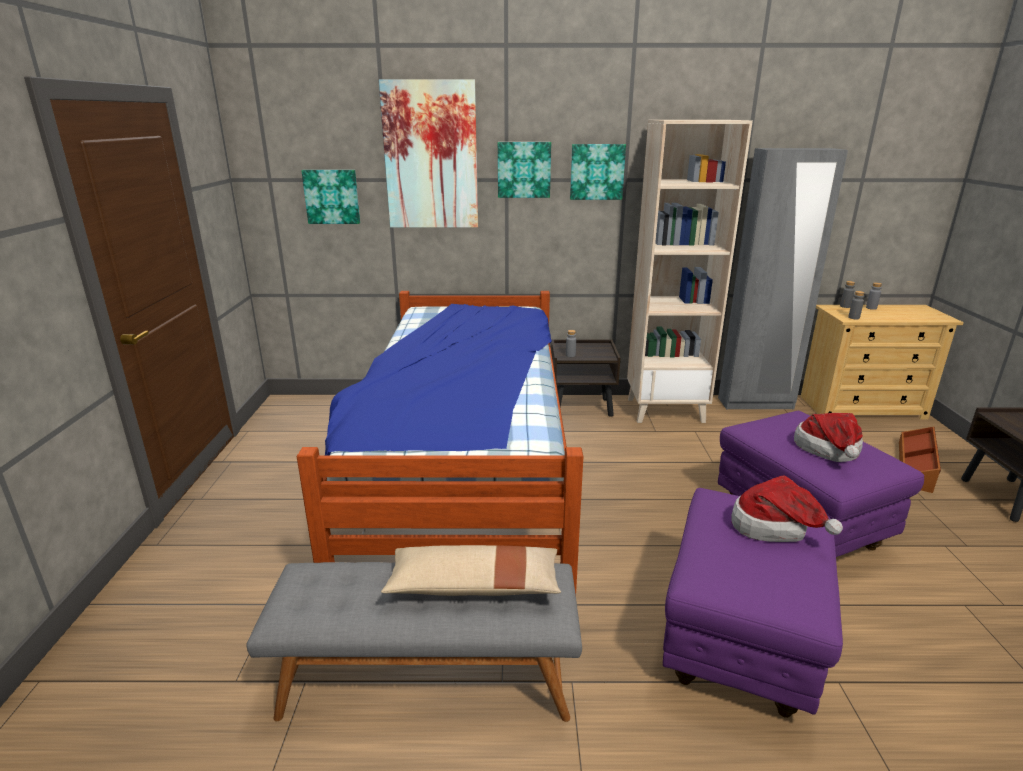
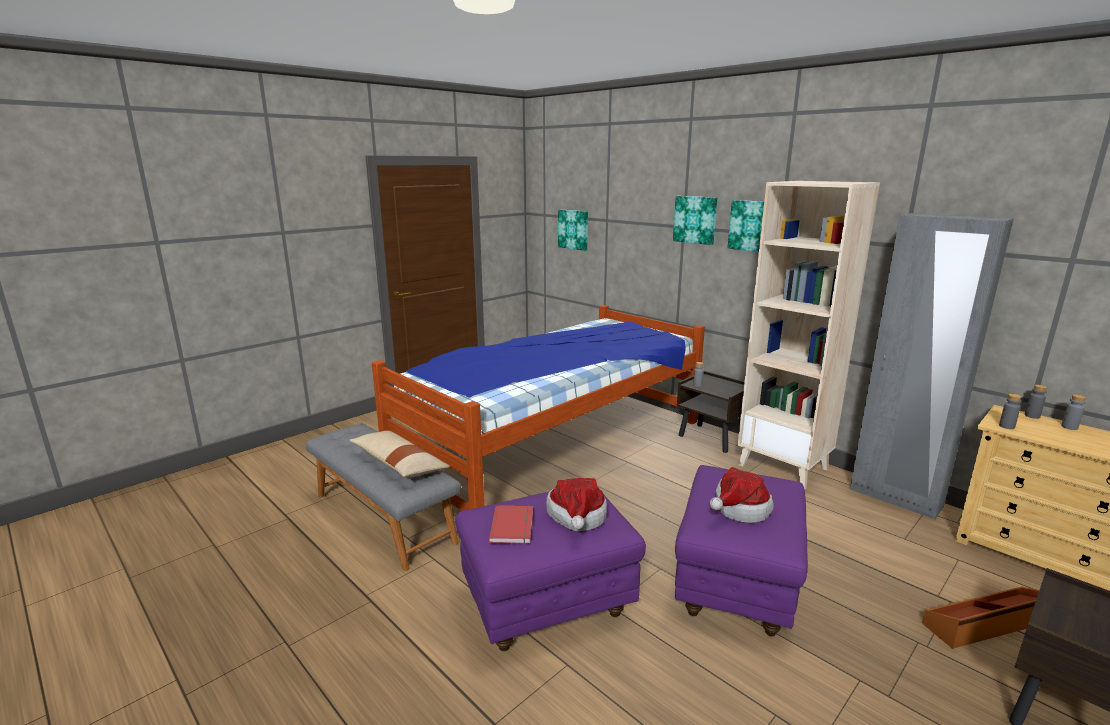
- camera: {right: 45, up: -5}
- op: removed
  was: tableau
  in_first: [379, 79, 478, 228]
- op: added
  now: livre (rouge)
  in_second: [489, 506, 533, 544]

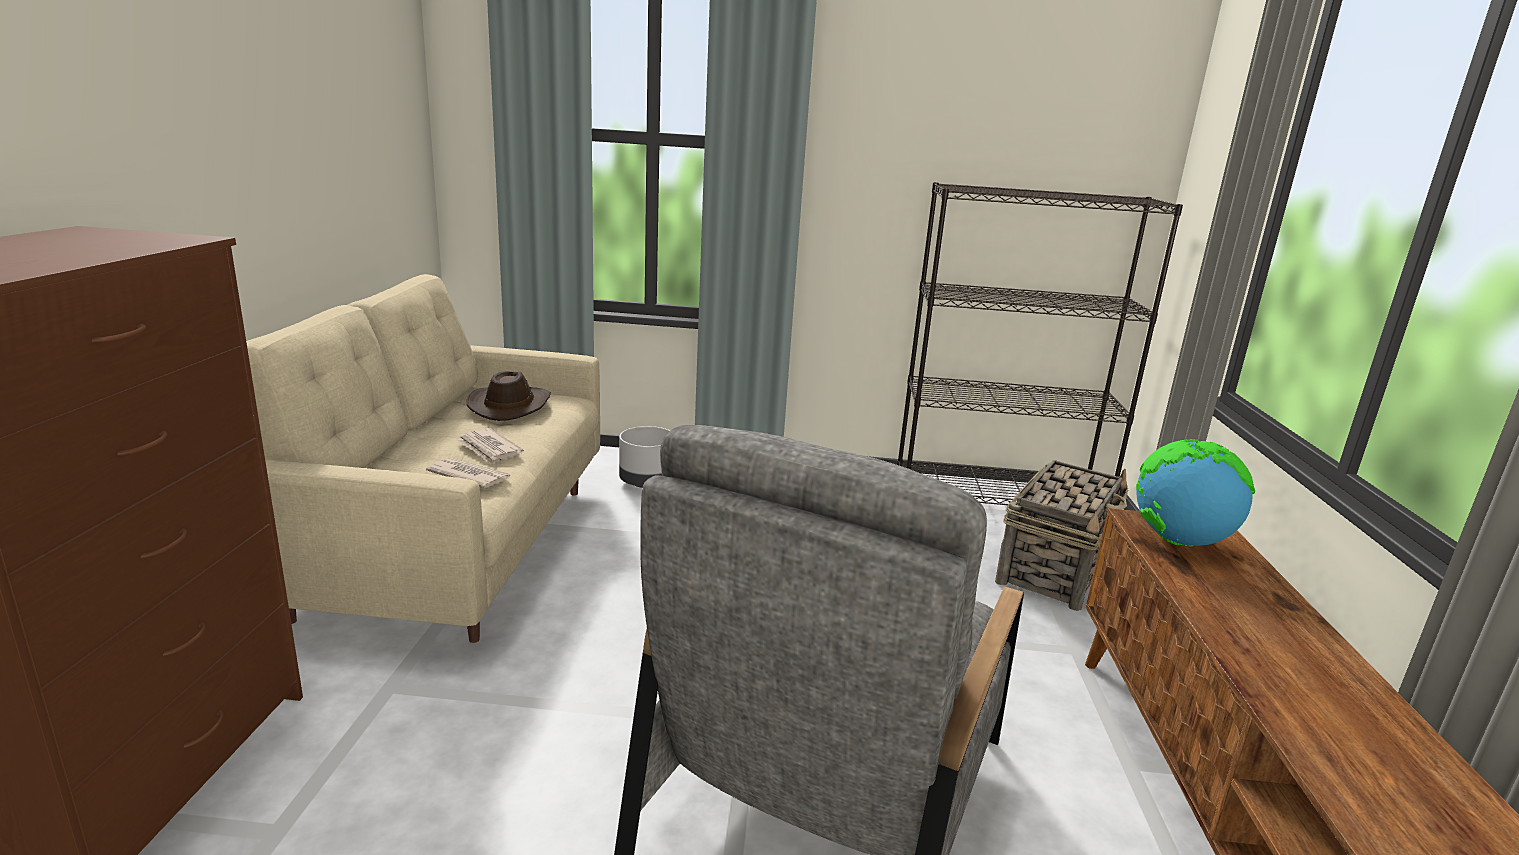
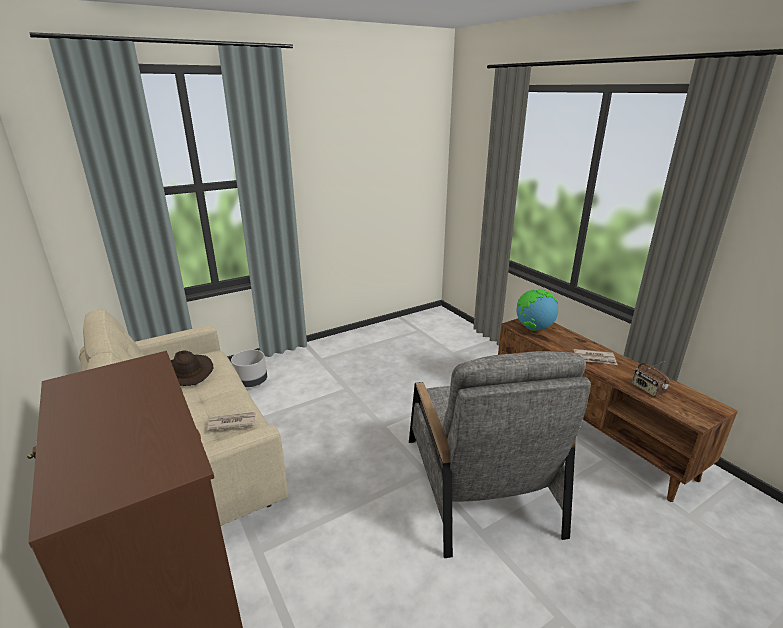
- camera: {right: -35, up: 5}
- op: removed
  was: bibliothèque (noir)
  in_first: [897, 182, 1183, 505]
- op: removed
  was: panier
  in_first: [995, 460, 1128, 611]
- op: added
  now: radio
  in_second: [632, 361, 669, 396]
- op: moved
  was: journal
  in_first: [457, 428, 524, 465]
  in_second: [574, 349, 617, 365]

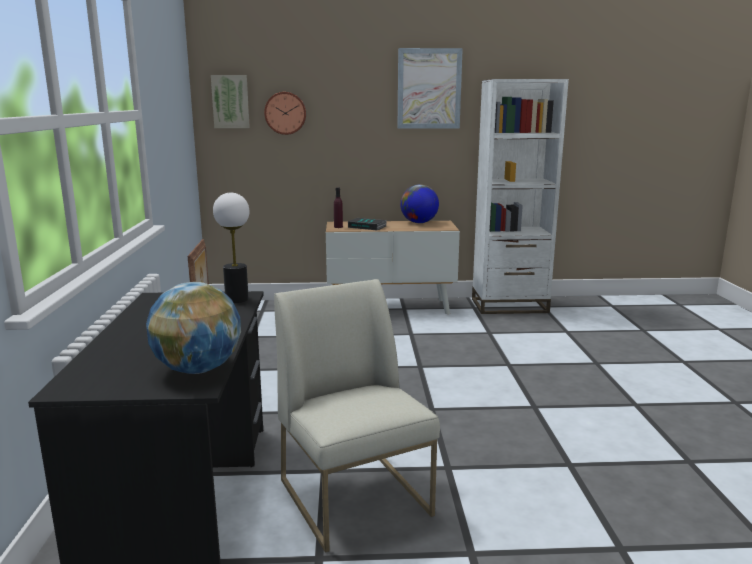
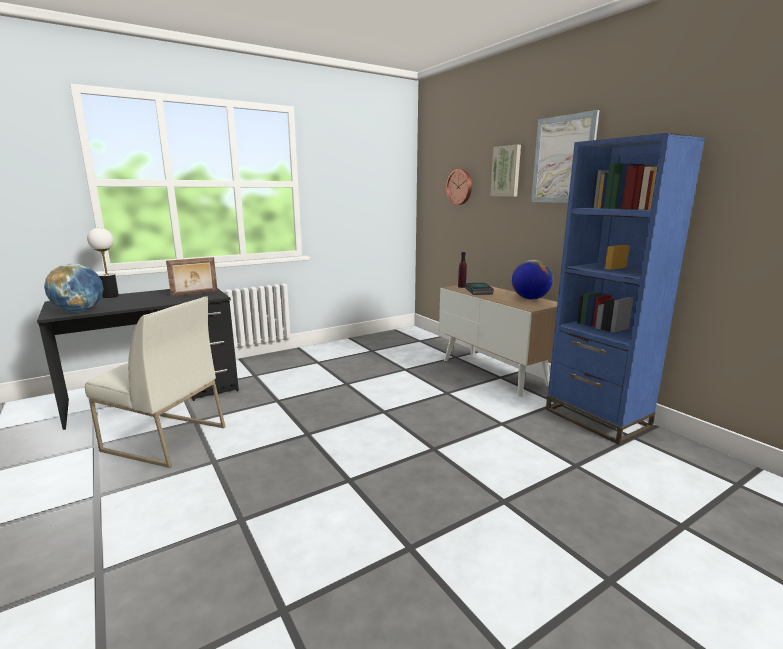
- camera: {right: 60, up: 0}
- op: moved
  was: tableau
  in_first: [211, 75, 250, 128]
  in_second: [490, 145, 521, 196]
- op: moved
  was: lampe de table
  in_first: [213, 192, 249, 303]
  in_second: [87, 228, 119, 298]
- op: recoloured
  was: bibliothèque (blanc)
  now: bibliothèque (bleu)
  in_first: [472, 79, 569, 314]
  in_second: [546, 133, 705, 445]
- op: turned
  was: chaise (blanc)
  in_first: [274, 279, 440, 552]
  in_second: [85, 297, 225, 468]
  clockwise: 75

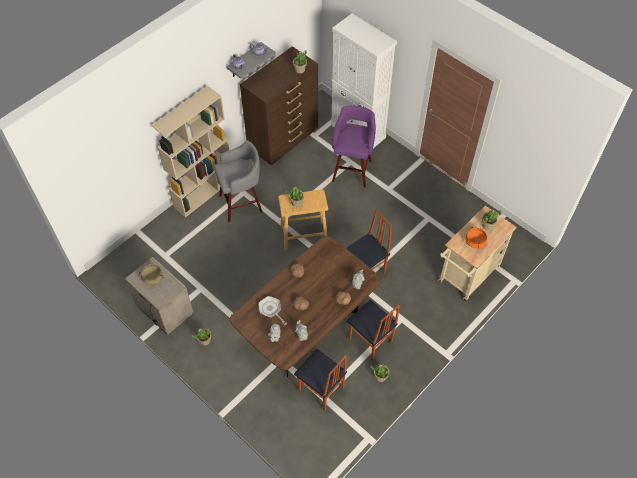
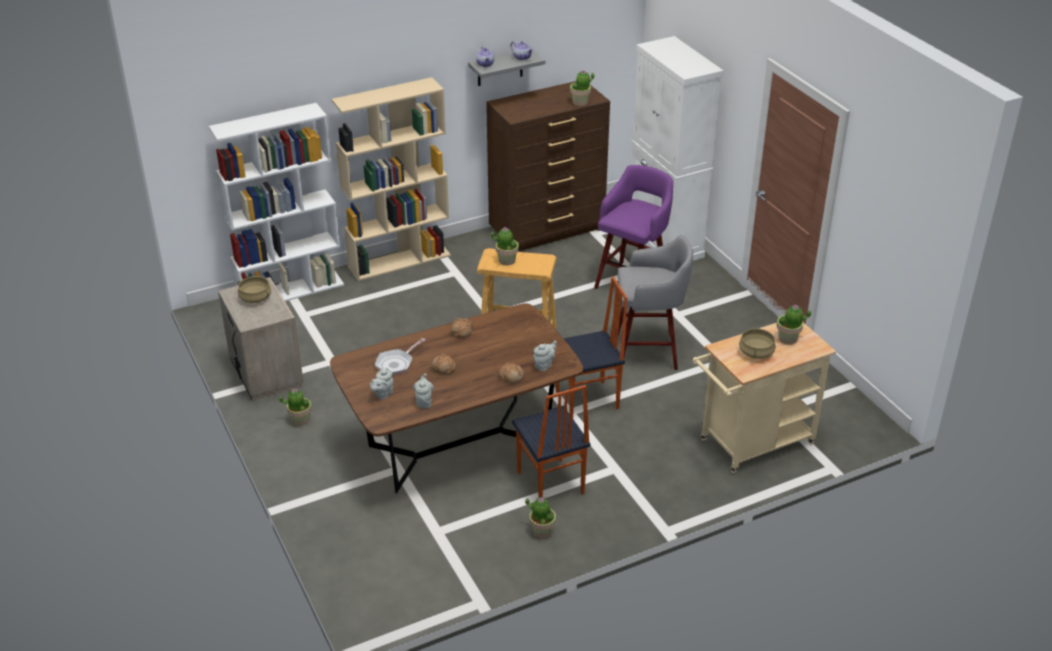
- camera: {right: 20, up: -20}
- op: removed
  was: chaise
  in_first: [294, 349, 347, 411]
- op: added
  now: bibliothèque (blanc)
  in_second: [209, 103, 344, 301]
- op: moved
  was: tabouret (gris)
  in_first: [214, 140, 262, 222]
  in_second: [616, 235, 693, 370]
- op: recoloured
  was: marmite (orange)
  now: marmite (beige)
  in_first: [465, 227, 487, 249]
  in_second: [739, 328, 776, 359]
- op: turned
  was: poêle
  in_first: [259, 296, 287, 325]
  in_second: [375, 338, 426, 375]
  clockwise: -120

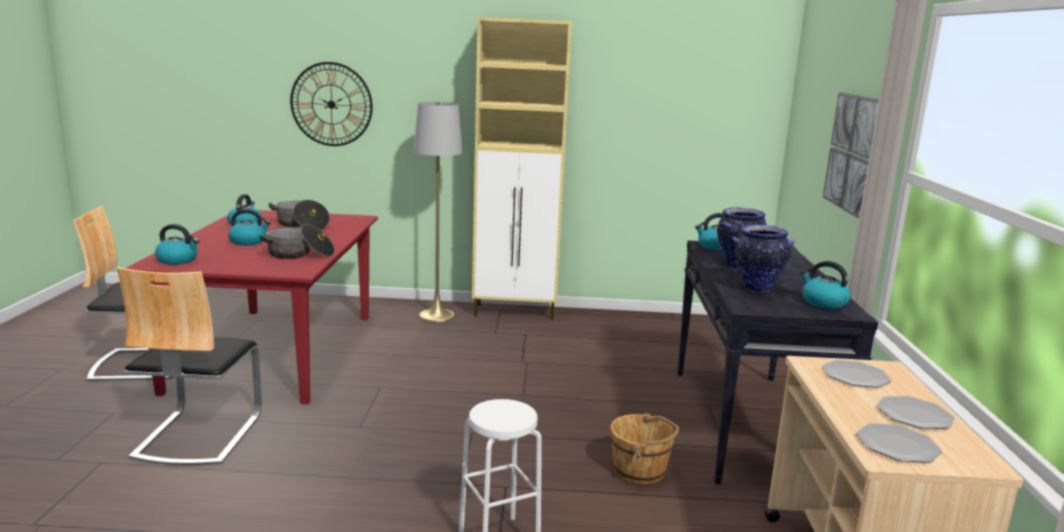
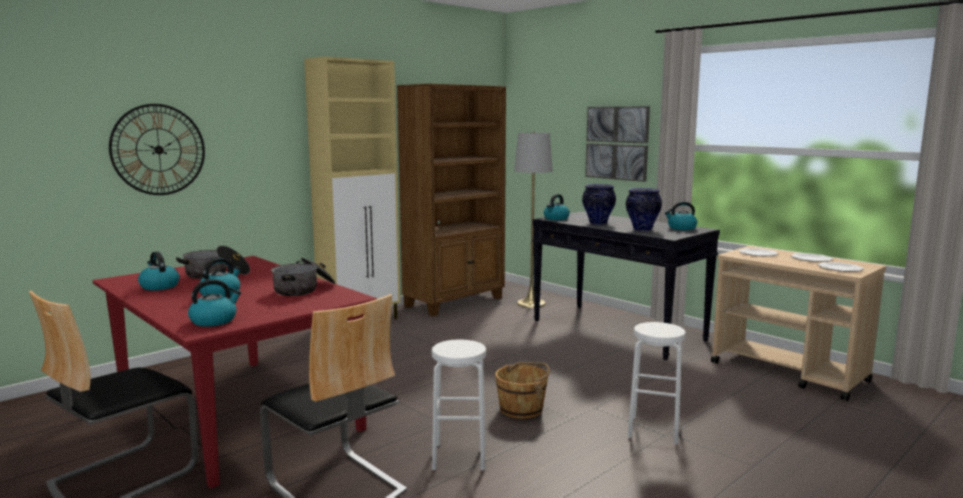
- camera: {right: -45, up: -5}
- op: added
  now: bibliothèque (marron)
  in_second: [397, 84, 506, 316]
- op: added
  now: tabouret (blanc)
  in_second: [432, 340, 486, 471]
- op: moved
  was: lampadaire (gris)
  in_first: [413, 102, 463, 323]
  in_second: [514, 132, 553, 308]
- op: moved
  was: seau (marron)
  in_first: [611, 413, 679, 484]
  in_second: [495, 362, 550, 419]

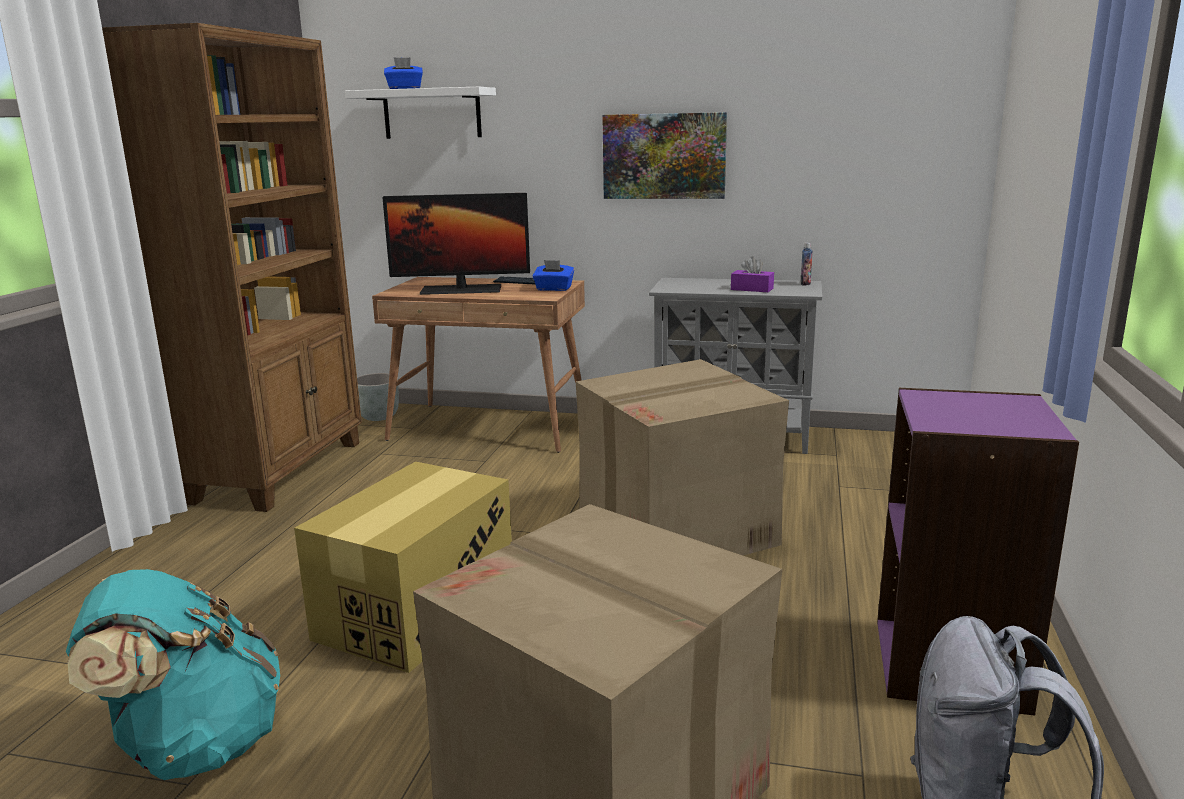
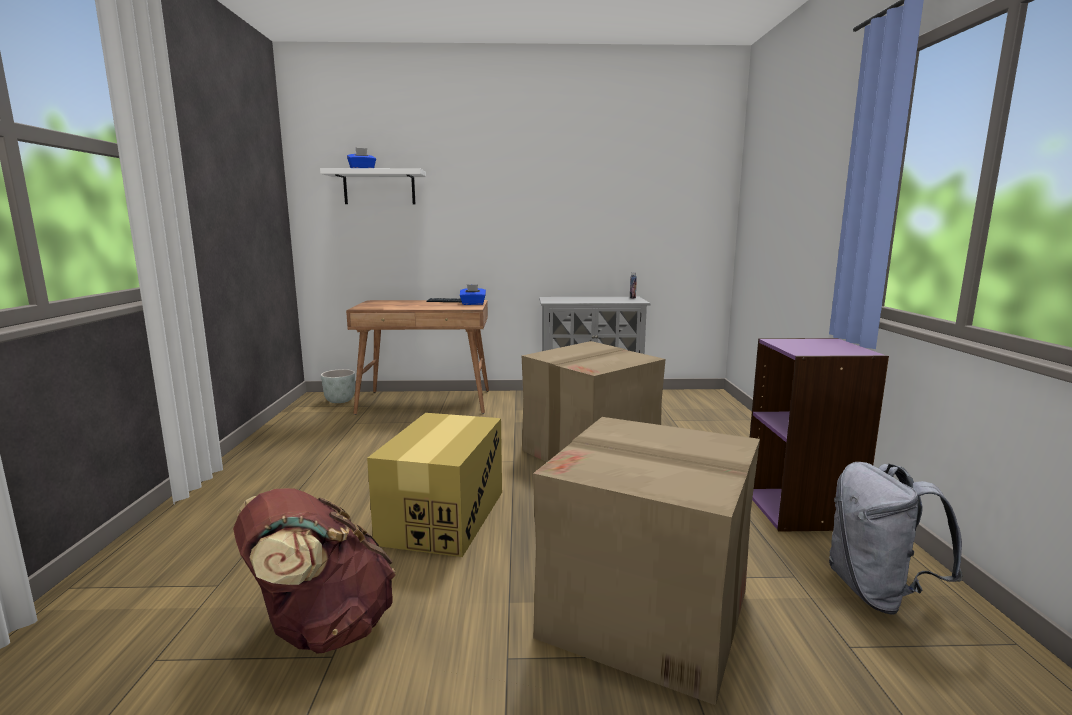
- camera: {right: -15, up: -5}
- op: removed
  was: bibliothèque (marron)
  in_first: [102, 23, 362, 512]
- op: removed
  was: écran d'ordinateur
  in_first: [382, 193, 530, 295]
- op: removed
  was: tableau
  in_first: [602, 112, 727, 199]
- op: removed
  was: boîte à mouchoirs (violet)
  in_first: [731, 257, 774, 292]
- op: recoloured
  was: sac à dos (turquoise)
  now: sac à dos (marron)
  in_first: [66, 569, 280, 780]
  in_second: [233, 488, 396, 654]

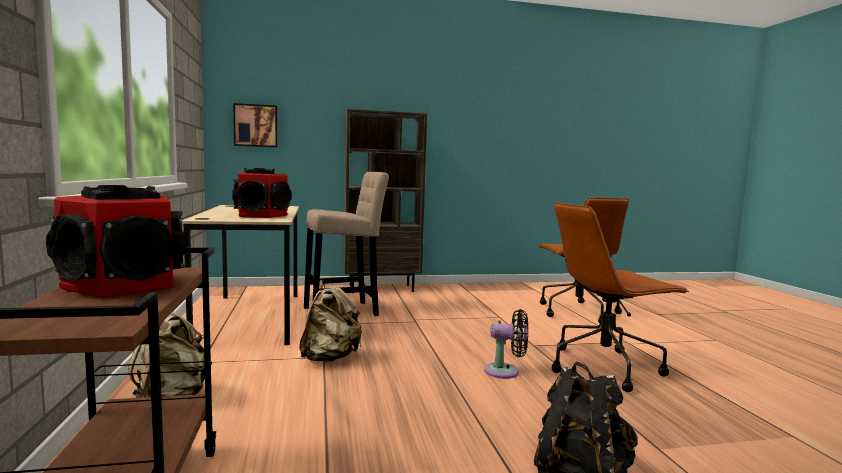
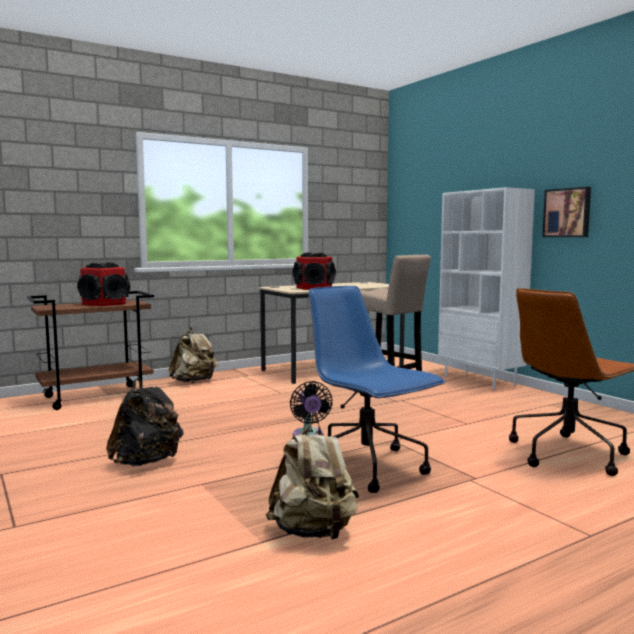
- camera: {right: 70, up: 0}
- op: moved
  was: tableau
  in_first: [233, 103, 278, 148]
  in_second: [542, 187, 591, 237]
- op: moved
  was: sac à dos (beige)
  in_first: [299, 279, 362, 362]
  in_second: [266, 421, 359, 540]
- op: recoloured
  was: bibliothèque (marron)
  now: bibliothèque (blanc)
  in_first: [343, 109, 427, 292]
  in_second: [438, 187, 535, 390]
- op: recoloured
  was: chaise de bureau (marron)
  now: chaise de bureau (bleu)
  in_first: [552, 203, 689, 392]
  in_second: [309, 286, 446, 493]

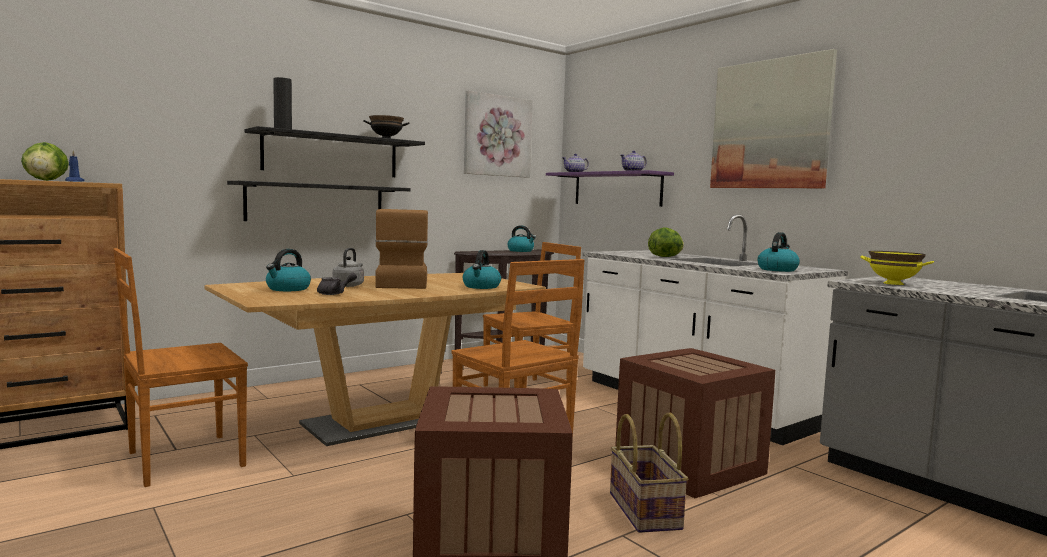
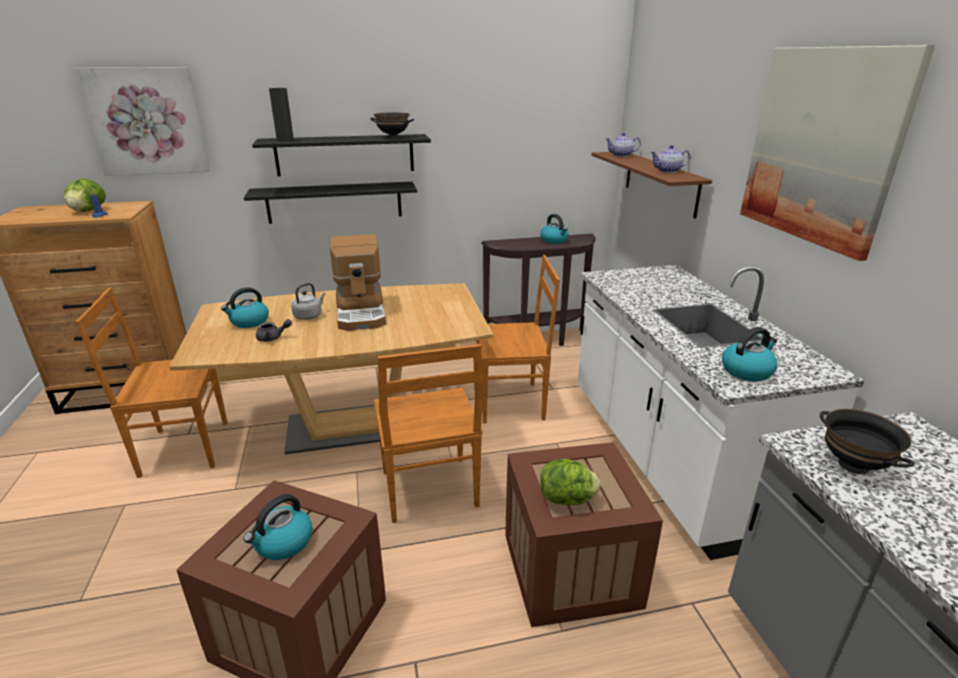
- camera: {right: 25, up: 20}
- op: removed
  was: panier
  in_first: [610, 413, 688, 533]
- op: moved
  was: bouilloire
  in_first: [463, 250, 501, 289]
  in_second: [243, 494, 312, 560]
- op: moved
  was: tableau
  in_first: [464, 90, 533, 178]
  in_second: [74, 67, 210, 176]
- op: moved
  was: laitue
  in_first: [648, 227, 684, 257]
  in_second: [540, 459, 601, 505]
- op: recoloured
  was: étagère (violet)
  now: étagère (marron)
  in_first: [546, 170, 674, 207]
  in_second: [591, 152, 712, 219]
- op: recoloured
  was: bol (jaune)
  now: bol (noir)
  in_first: [860, 251, 934, 285]
  in_second: [820, 409, 915, 474]
- op: turned
  was: machine à café
  in_first: [375, 209, 428, 289]
  in_second: [330, 234, 386, 331]
  clockwise: 150

